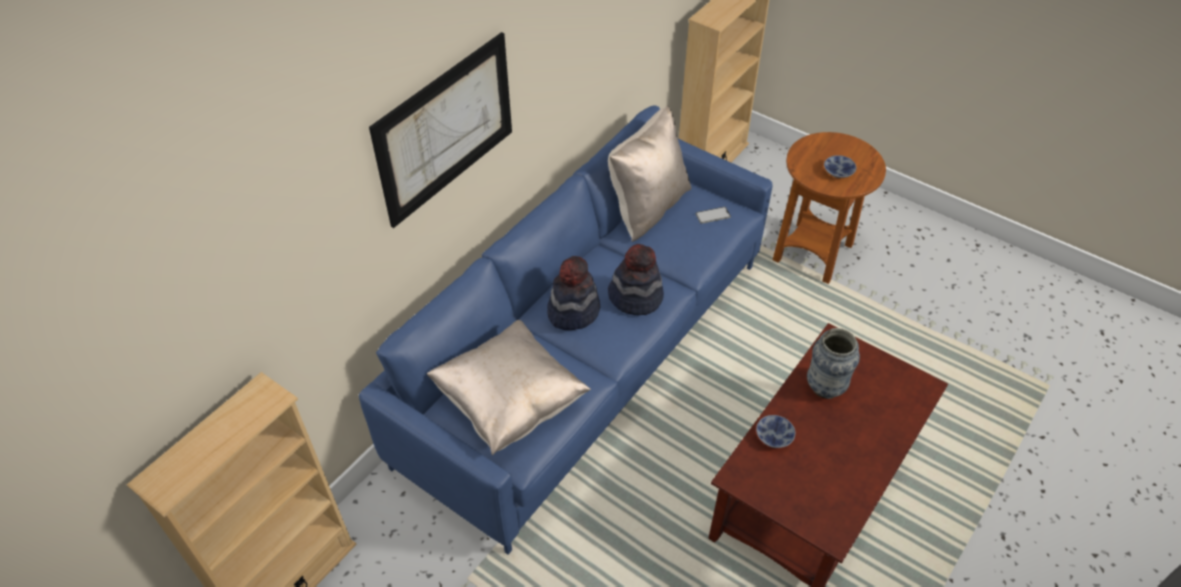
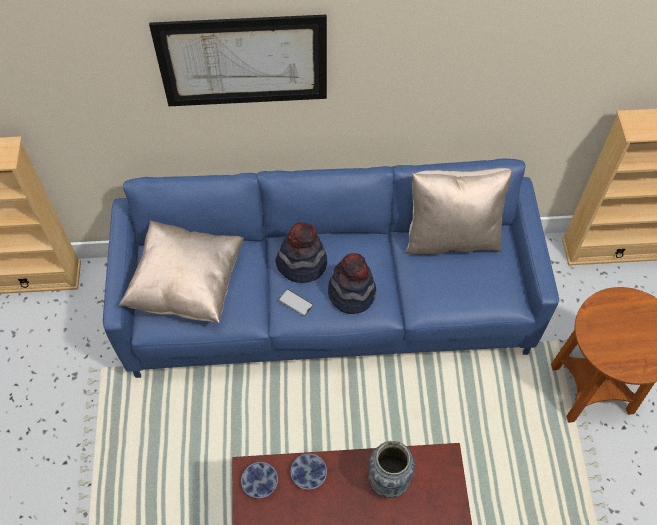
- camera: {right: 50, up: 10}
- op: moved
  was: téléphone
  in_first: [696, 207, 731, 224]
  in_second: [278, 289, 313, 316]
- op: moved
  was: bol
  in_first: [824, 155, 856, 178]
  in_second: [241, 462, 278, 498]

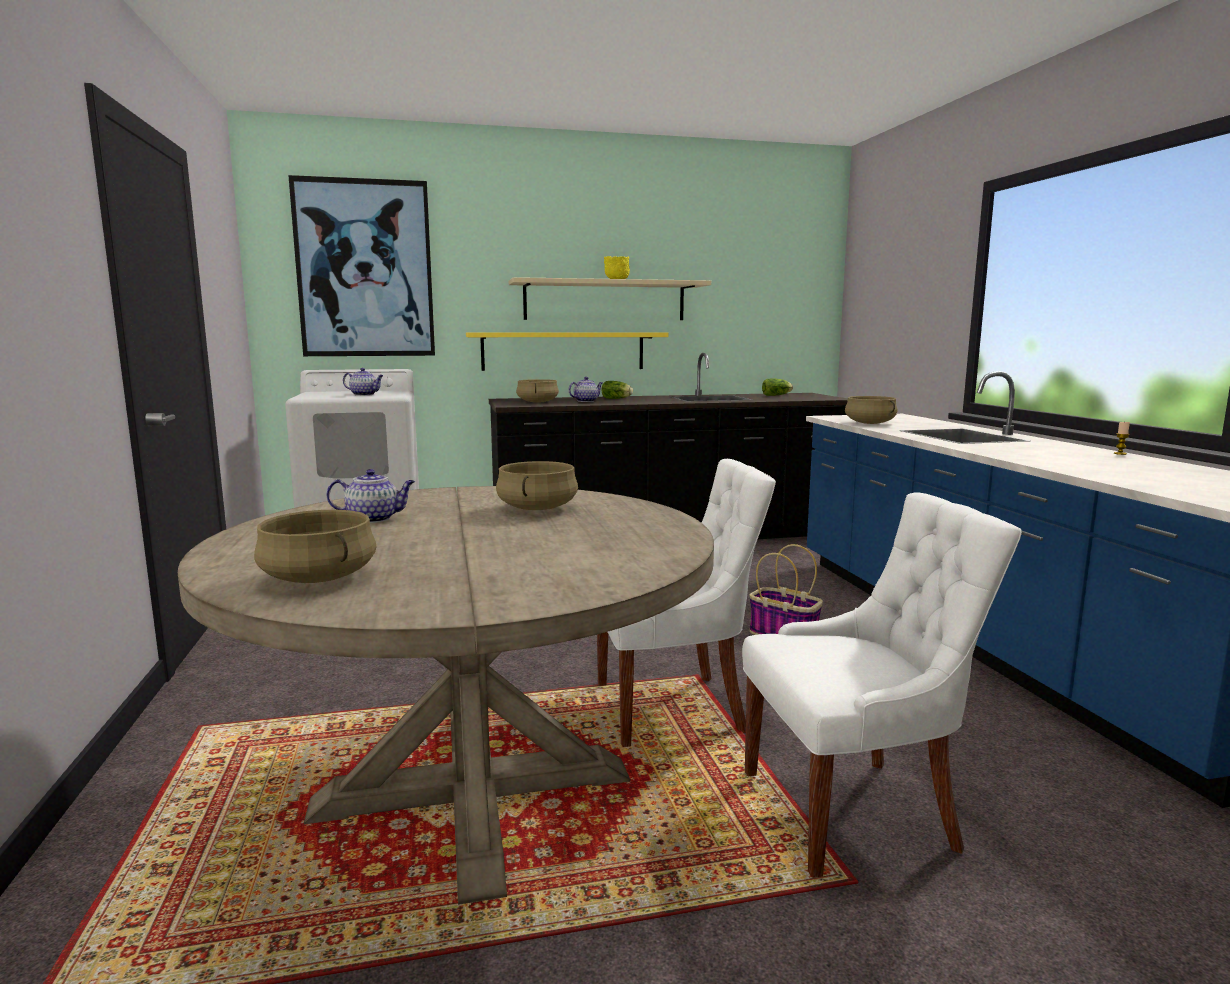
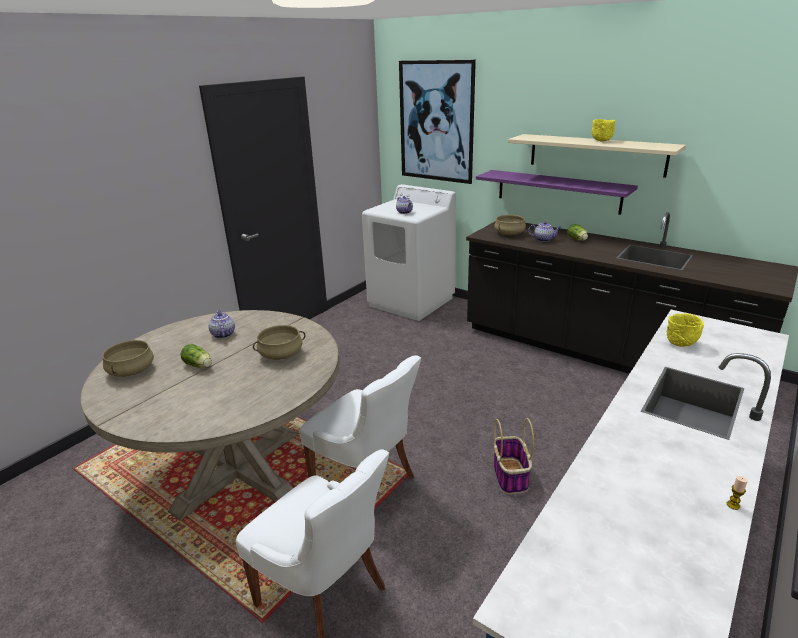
- camera: {right: 50, up: 15}
- op: moved
  was: laitue
  in_first: [762, 379, 793, 396]
  in_second: [181, 344, 212, 368]
- op: replaced
  was: marmite (beige)
  now: bol (jaune)
  in_first: [845, 396, 897, 424]
  in_second: [667, 313, 704, 347]
- op: recoloured
  was: étagère (jaune)
  now: étagère (violet)
  in_first: [466, 332, 668, 371]
  in_second: [476, 170, 638, 215]
- op: turned
  was: théière
  in_first: [326, 469, 415, 523]
  in_second: [208, 310, 235, 338]
  clockwise: -150

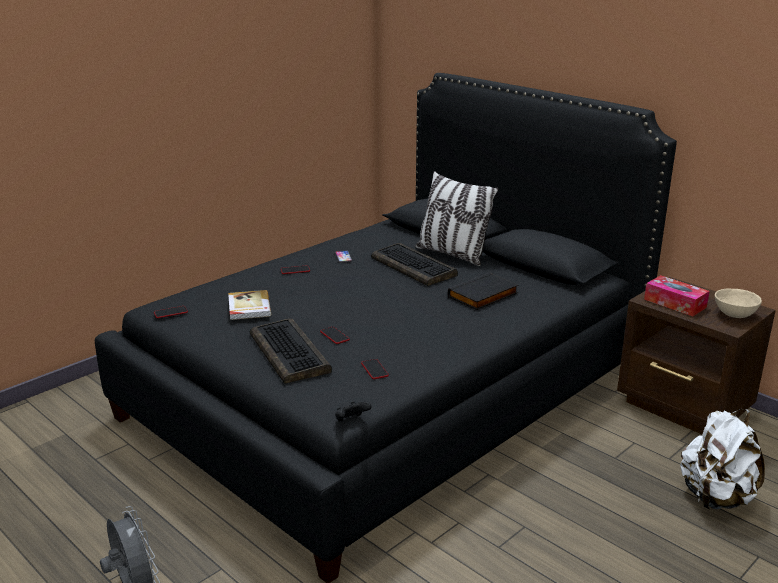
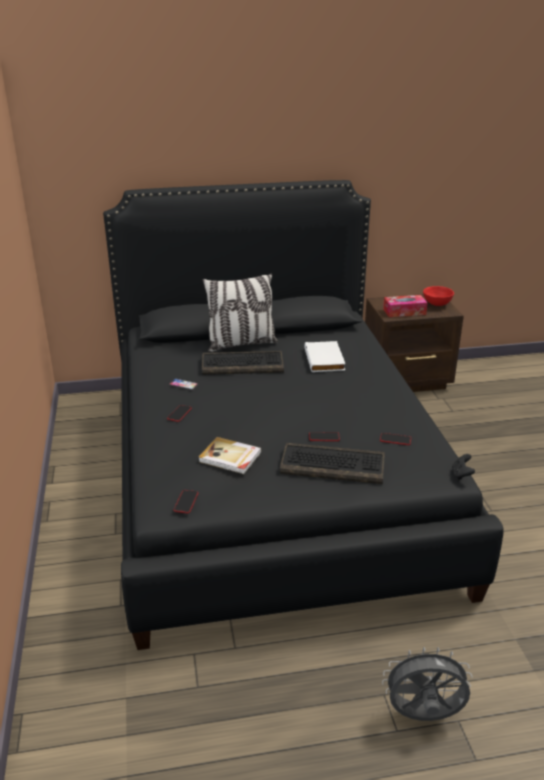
- camera: {right: -55, up: 5}
- op: removed
  was: sac à dos (blanc)
  in_first: [680, 409, 765, 509]
- op: recoloured
  was: livre (noir)
  now: livre (blanc)
  in_first: [448, 273, 518, 310]
  in_second: [304, 341, 345, 372]
- op: recoloured
  was: bol (beige)
  now: bol (rouge)
  in_first: [715, 289, 762, 318]
  in_second: [423, 286, 454, 306]

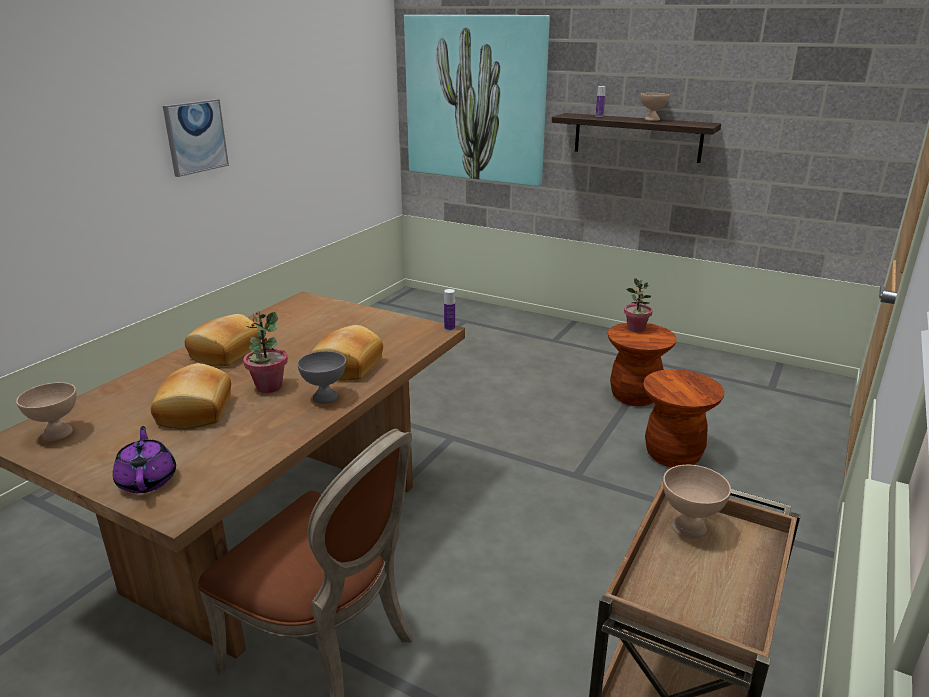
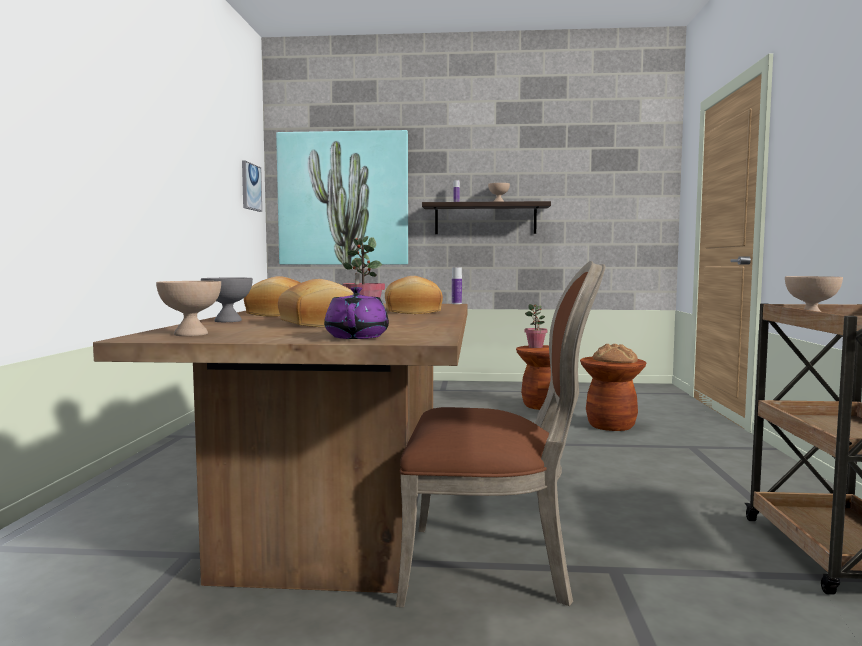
- camera: {right: -25, up: -20}
- op: added
  now: pain
  in_second: [593, 344, 638, 363]
- op: moved
  was: tableau
  in_first: [163, 99, 229, 177]
  in_second: [242, 160, 262, 212]
- op: moved
  was: bol (gris)
  in_first: [297, 351, 346, 404]
  in_second: [201, 278, 253, 322]
- op: turned
  was: théière (violet)
  in_first: [113, 426, 176, 493]
  in_second: [324, 287, 389, 339]
  clockwise: 45

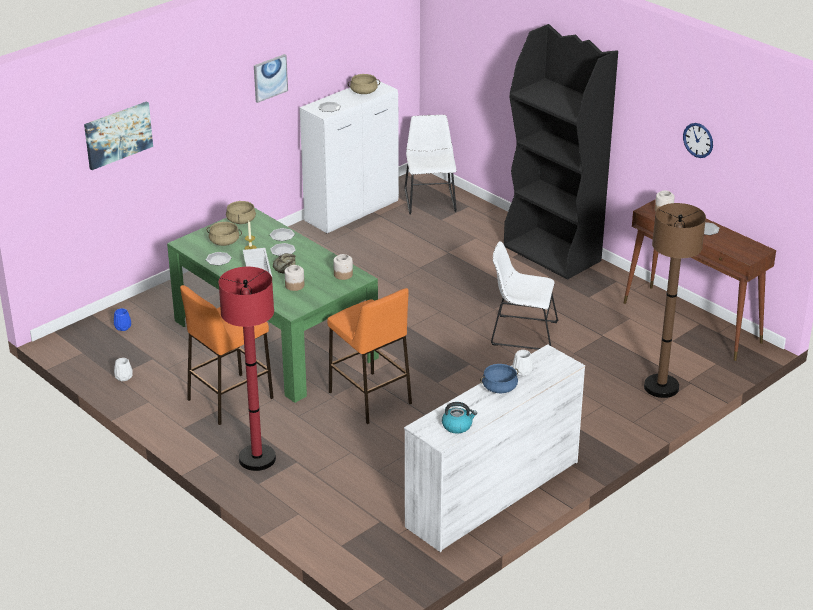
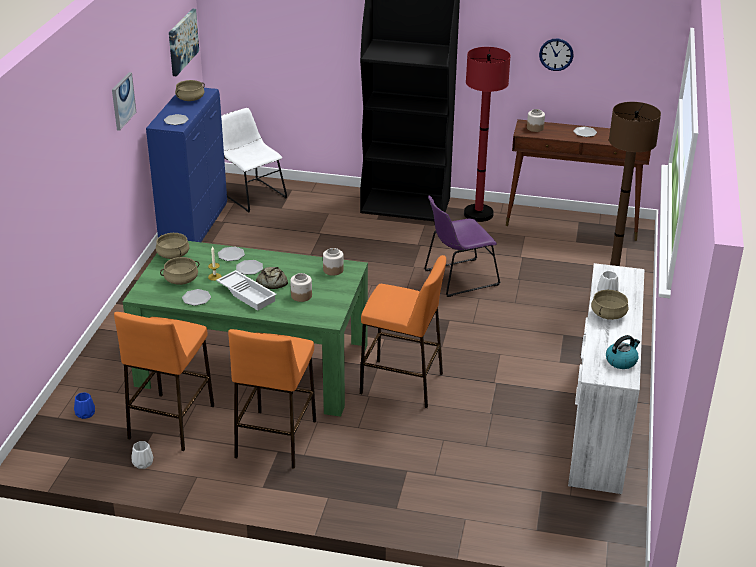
- camera: {right: -35, up: 0}
- op: added
  now: tabouret (orange)
  in_second: [114, 312, 214, 451]
- op: moved
  was: tableau
  in_first: [84, 102, 153, 170]
  in_second: [169, 9, 199, 76]
- op: moved
  was: lampadaire (rouge)
  in_first: [219, 267, 276, 471]
  in_second: [464, 47, 511, 222]
- op: recoloured
  was: meuble de rangement (blanc)
  now: meuble de rangement (bleu)
  in_first: [300, 80, 399, 233]
  in_second: [146, 88, 227, 242]
- op: recoloured
  was: marmite (bleu)
  now: marmite (beige)
  in_first: [480, 364, 519, 393]
  in_second: [591, 290, 629, 320]
- op: recoloured
  was: chaise (blanc)
  now: chaise (violet)
  in_first: [491, 241, 558, 350]
  in_second: [424, 196, 500, 297]

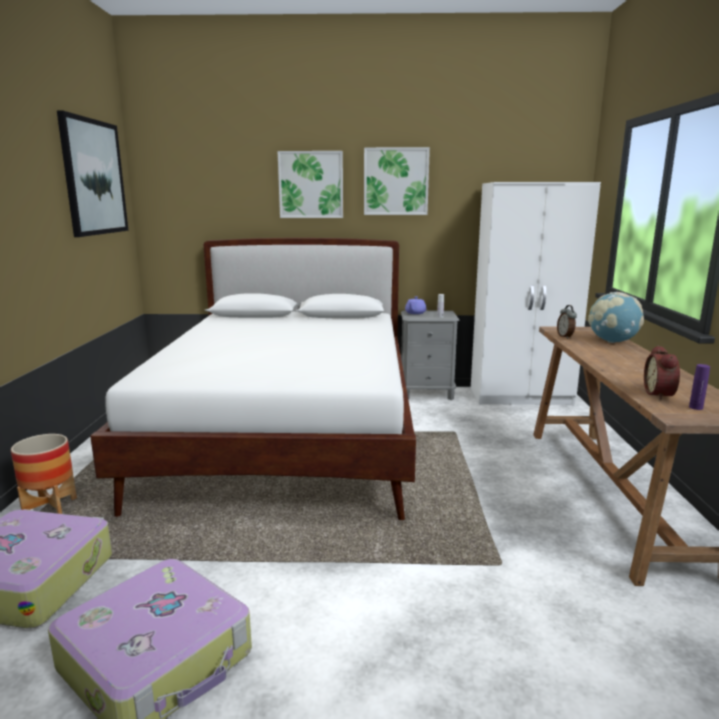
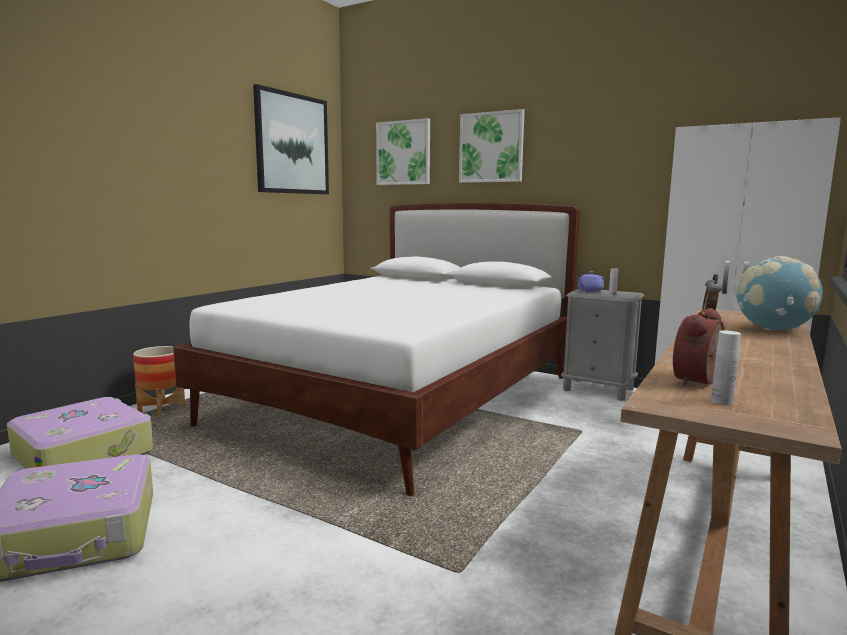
- camera: {right: 30, up: -5}
- op: moved
  was: tableau
  in_first: [364, 147, 430, 215]
  in_second: [376, 118, 430, 185]
- op: recoloured
  was: bouteille (violet)
  now: bouteille (blanc)
  in_first: [689, 364, 710, 410]
  in_second: [711, 330, 741, 405]

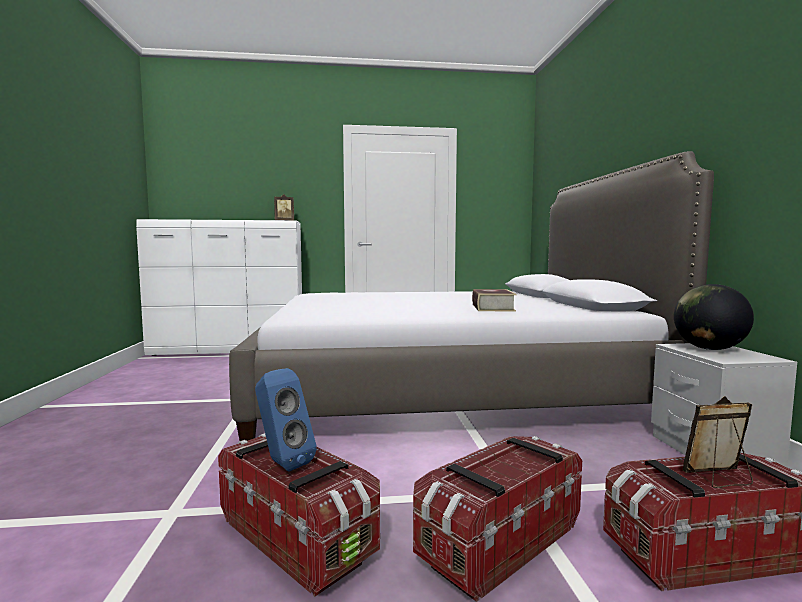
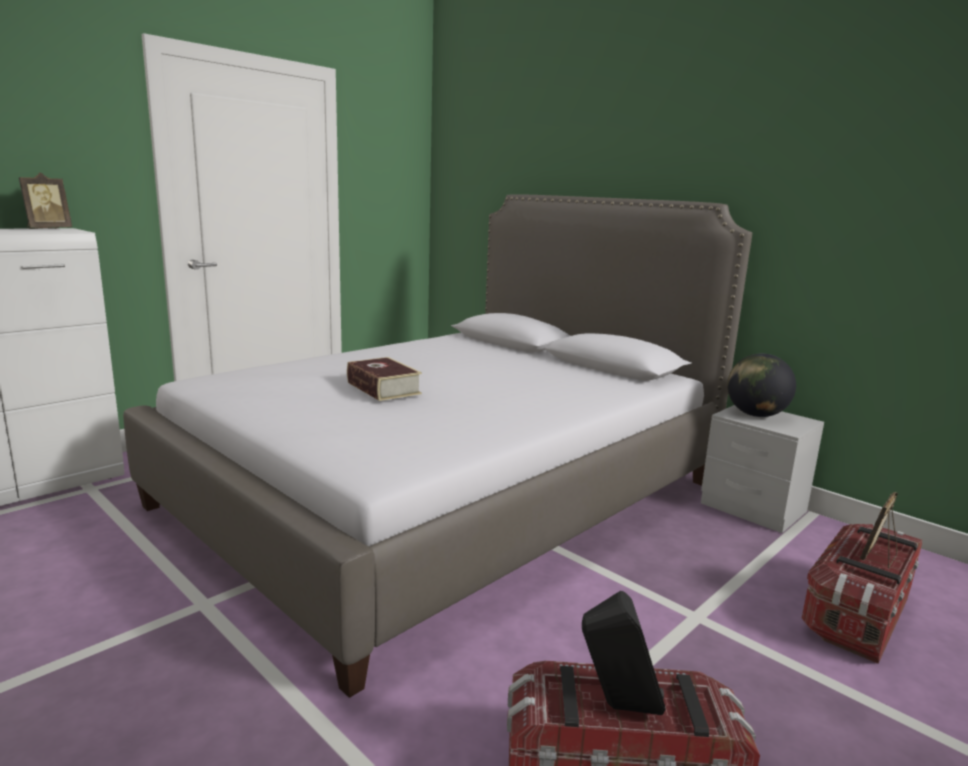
- camera: {right: -40, up: 10}
- op: removed
  was: boîte de rangement
  in_first: [413, 436, 582, 602]
- op: moved
  was: livre
  in_first: [472, 289, 516, 312]
  in_second: [347, 357, 422, 401]
- op: recoloured
  was: enceinte (bleu)
  now: enceinte (noir)
  in_first: [255, 368, 317, 472]
  in_second: [582, 591, 665, 715]

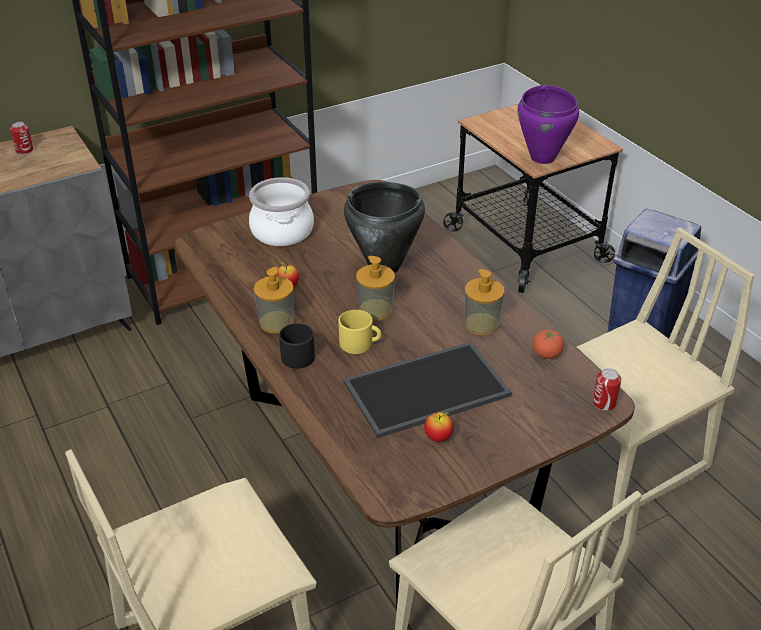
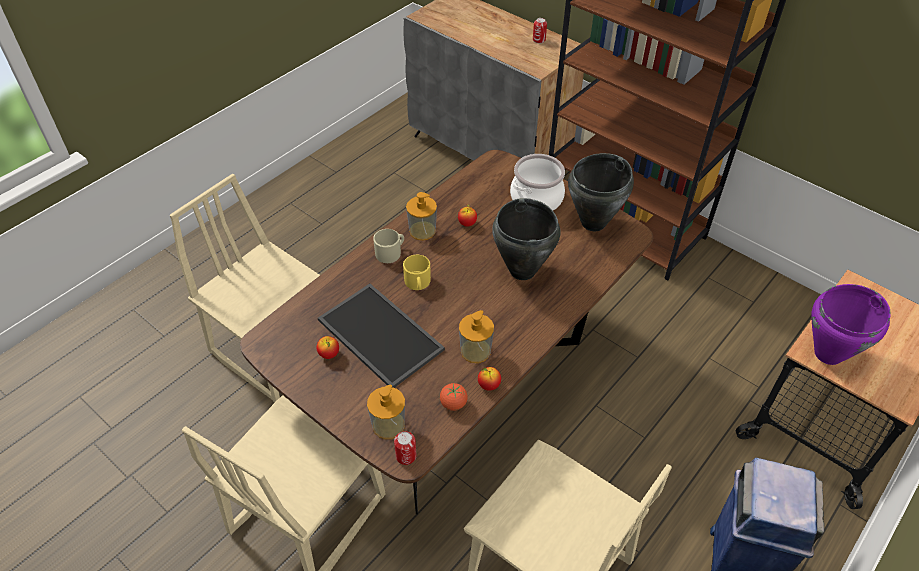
- camera: {right: 70, up: 10}
- op: added
  now: pomme
  in_second: [478, 367, 501, 391]
- op: added
  now: marmite (noir)
  in_second: [568, 153, 634, 231]
- op: moved
  was: distributeur de savon
  in_first: [356, 256, 395, 321]
  in_second: [367, 385, 405, 439]
- op: recoloured
  was: mug (noir)
  now: mug (beige)
  in_first: [279, 323, 315, 369]
  in_second: [373, 229, 404, 263]

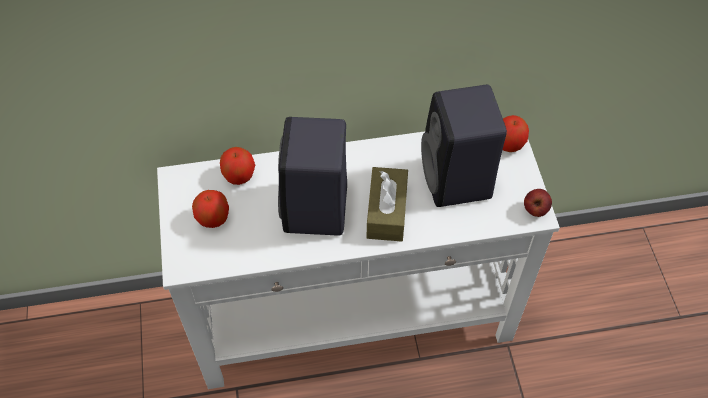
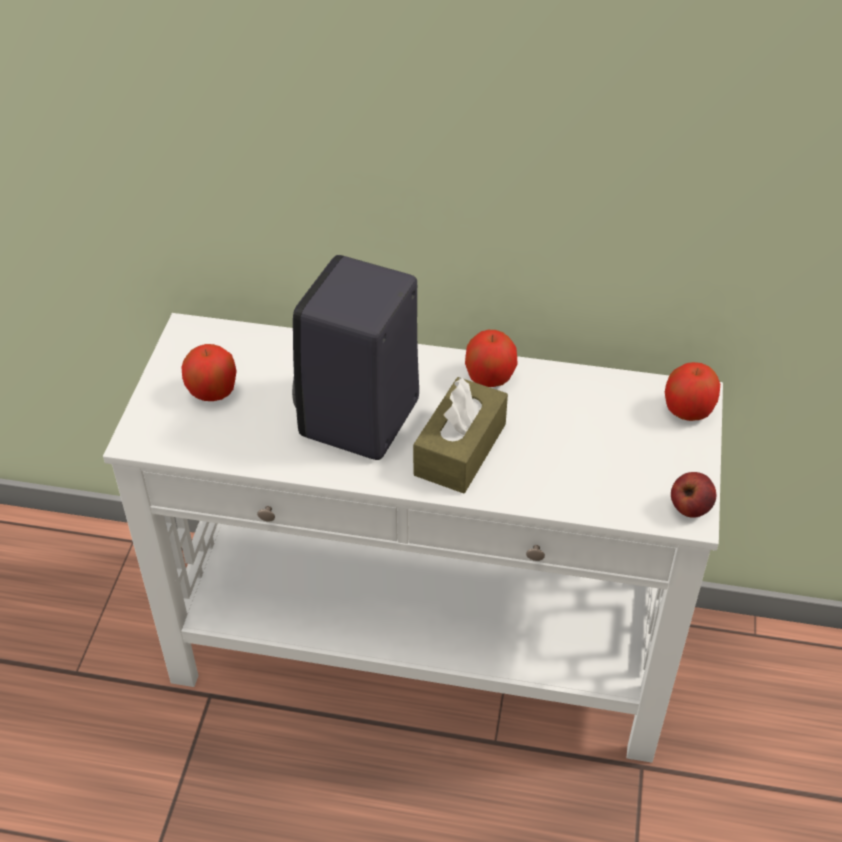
- camera: {right: 20, up: -10}
- op: removed
  was: enceinte (noir)
  in_first: [421, 85, 507, 207]
- op: moved
  was: pomme
  in_first: [220, 147, 255, 185]
  in_second: [465, 330, 518, 387]

